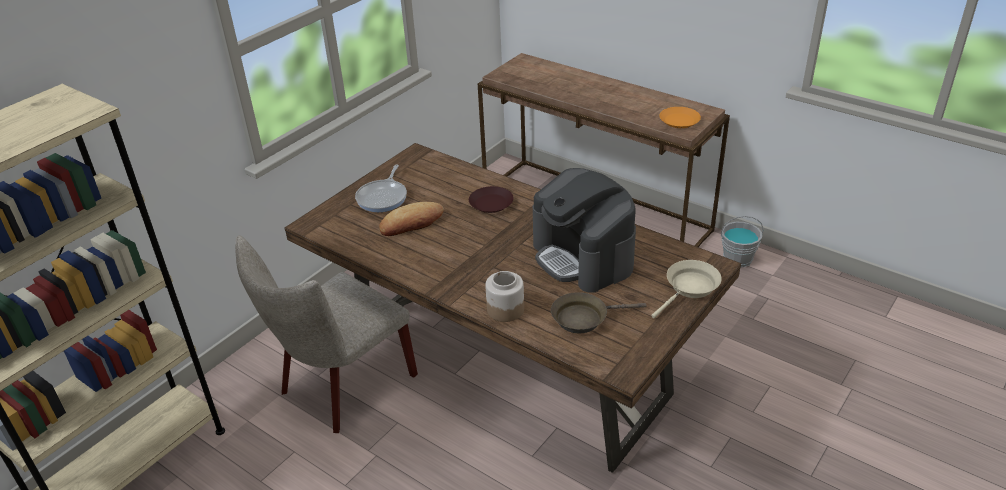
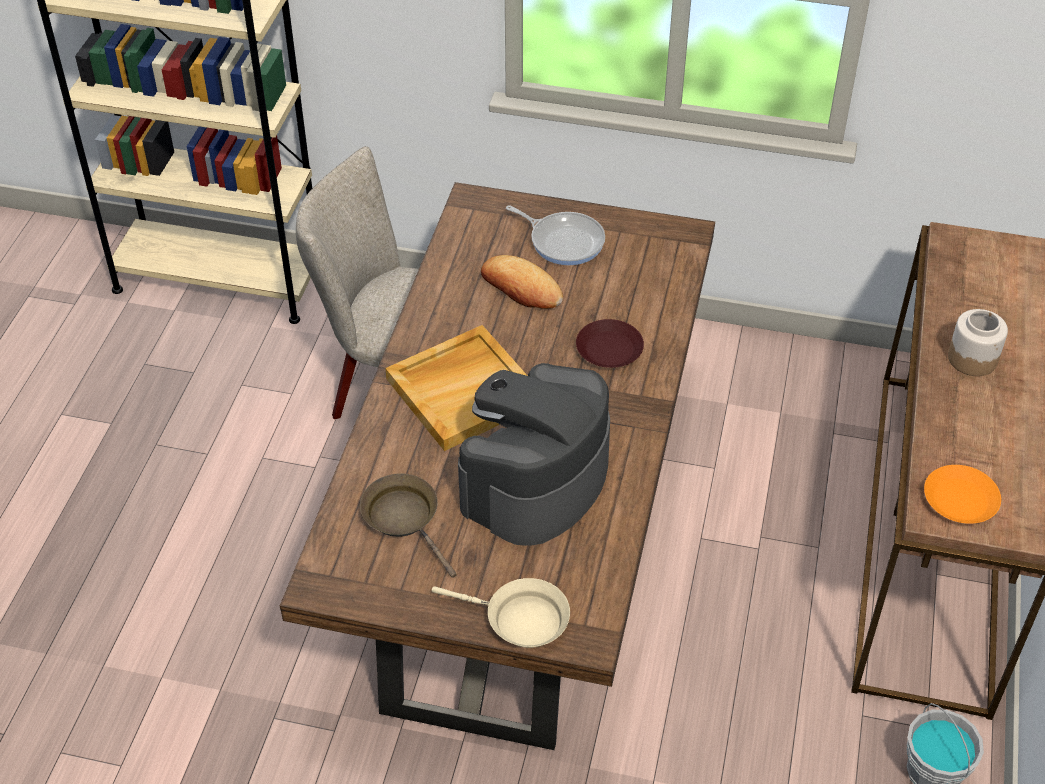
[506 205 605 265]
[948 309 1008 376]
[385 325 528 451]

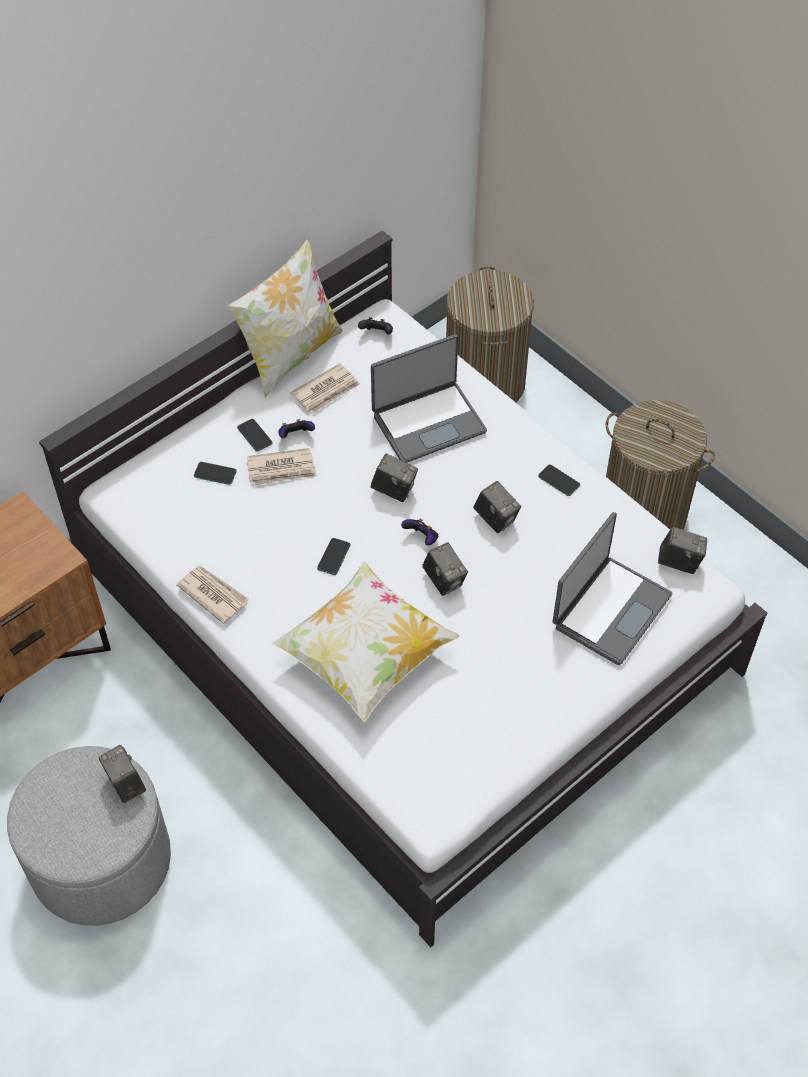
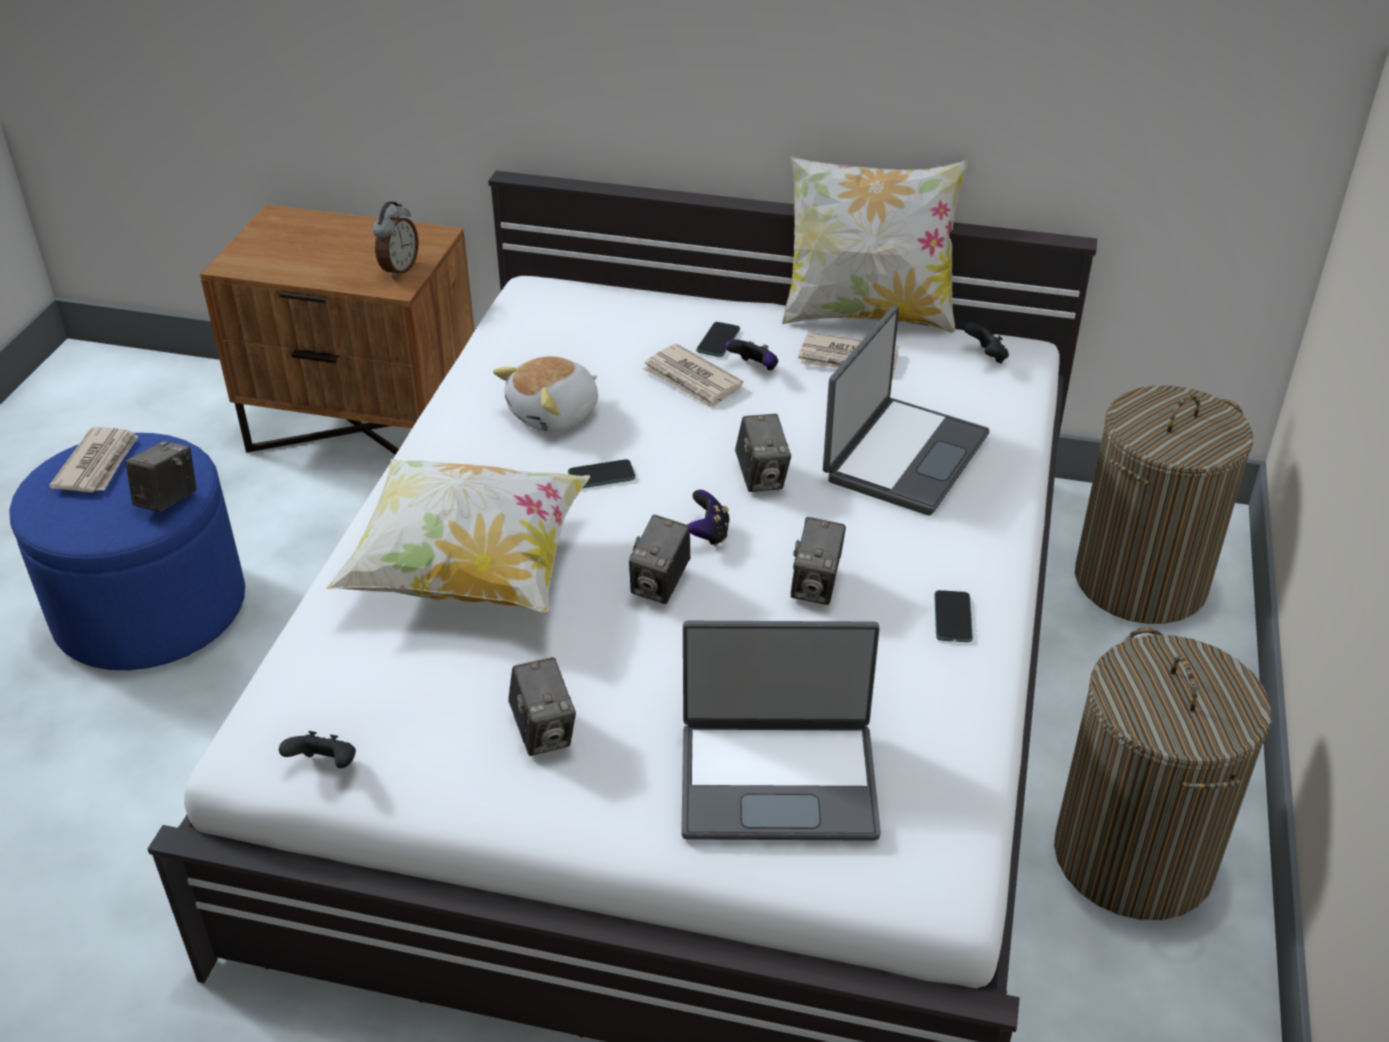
[823 306 990 516]
[194 462 237 485] (first image)
[508 657 576 756]
[49 427 139 493]
[9 433 245 670]
[373 201 419 278]
[493 356 598 432]
[279 731 356 768]

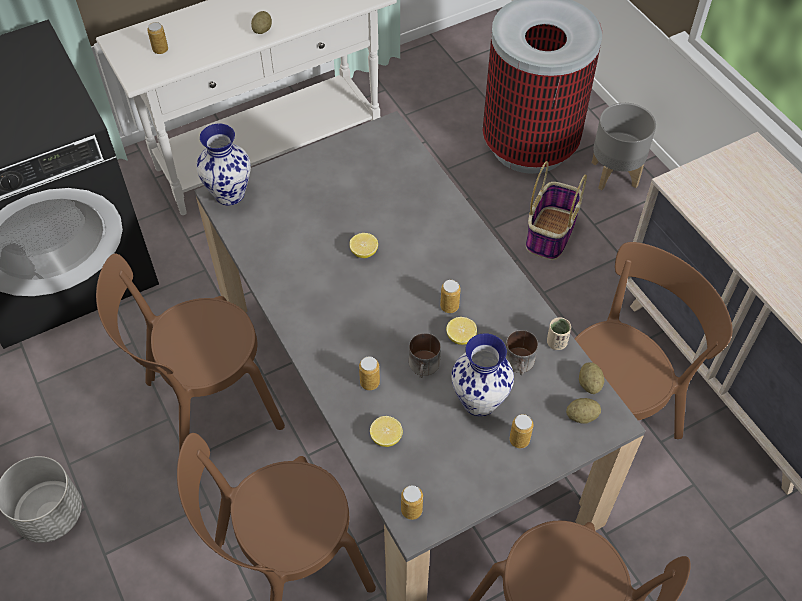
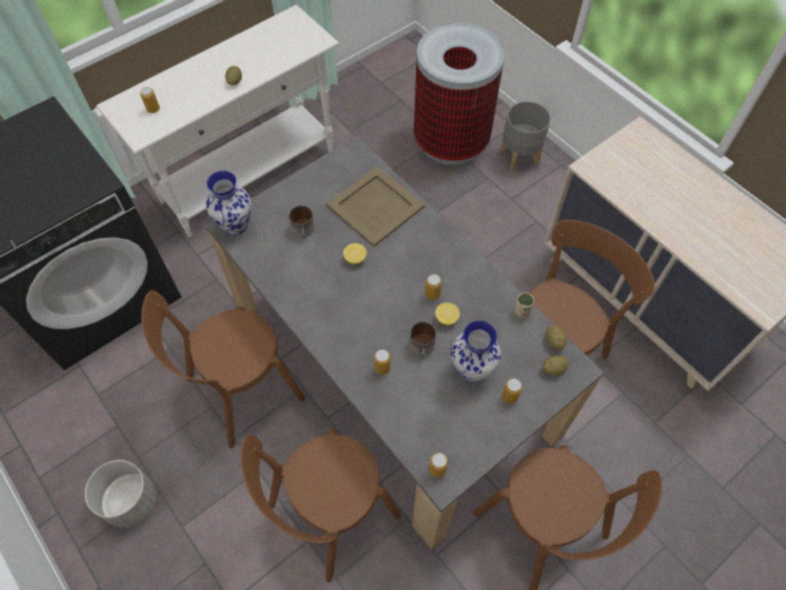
[526 161 587 260] (first image)
[289 206 315 238]
[370 416 403 447] (first image)
[326 166 425 247]

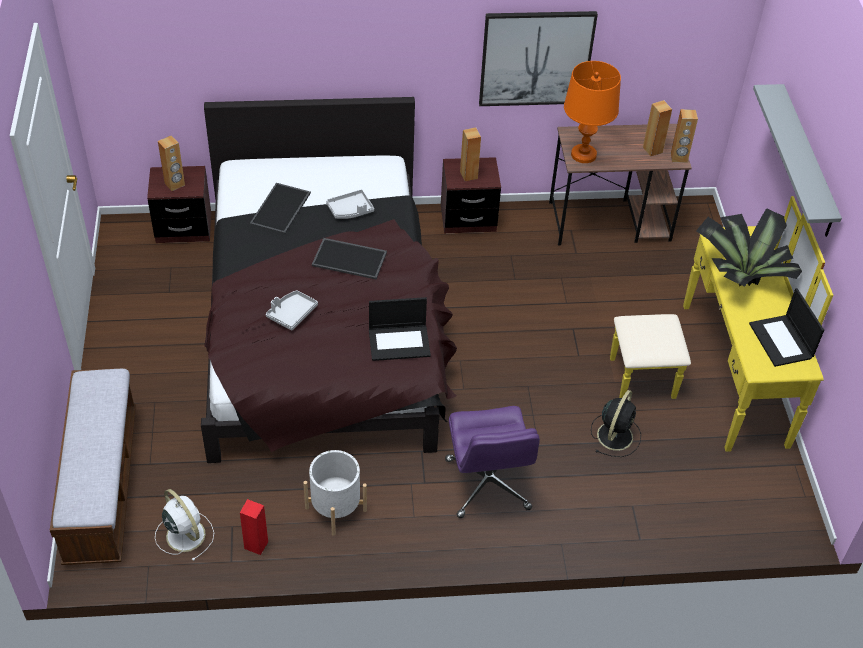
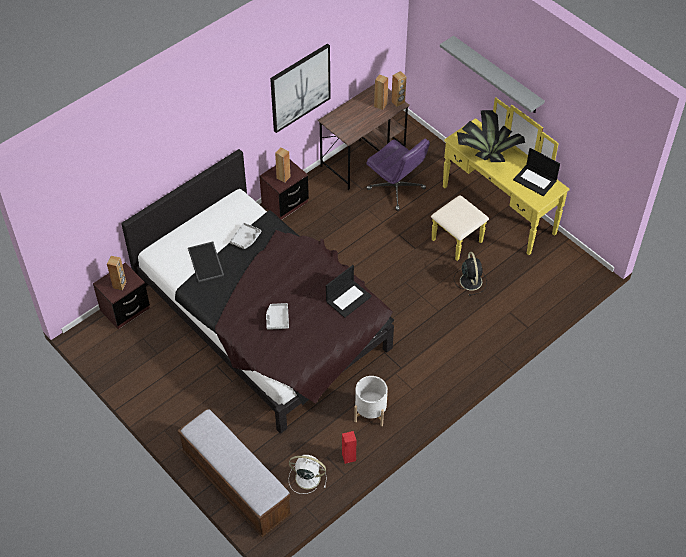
[564 61 621 163] (first image)
[312 238 387 279] (first image)
[366 139 430 211]

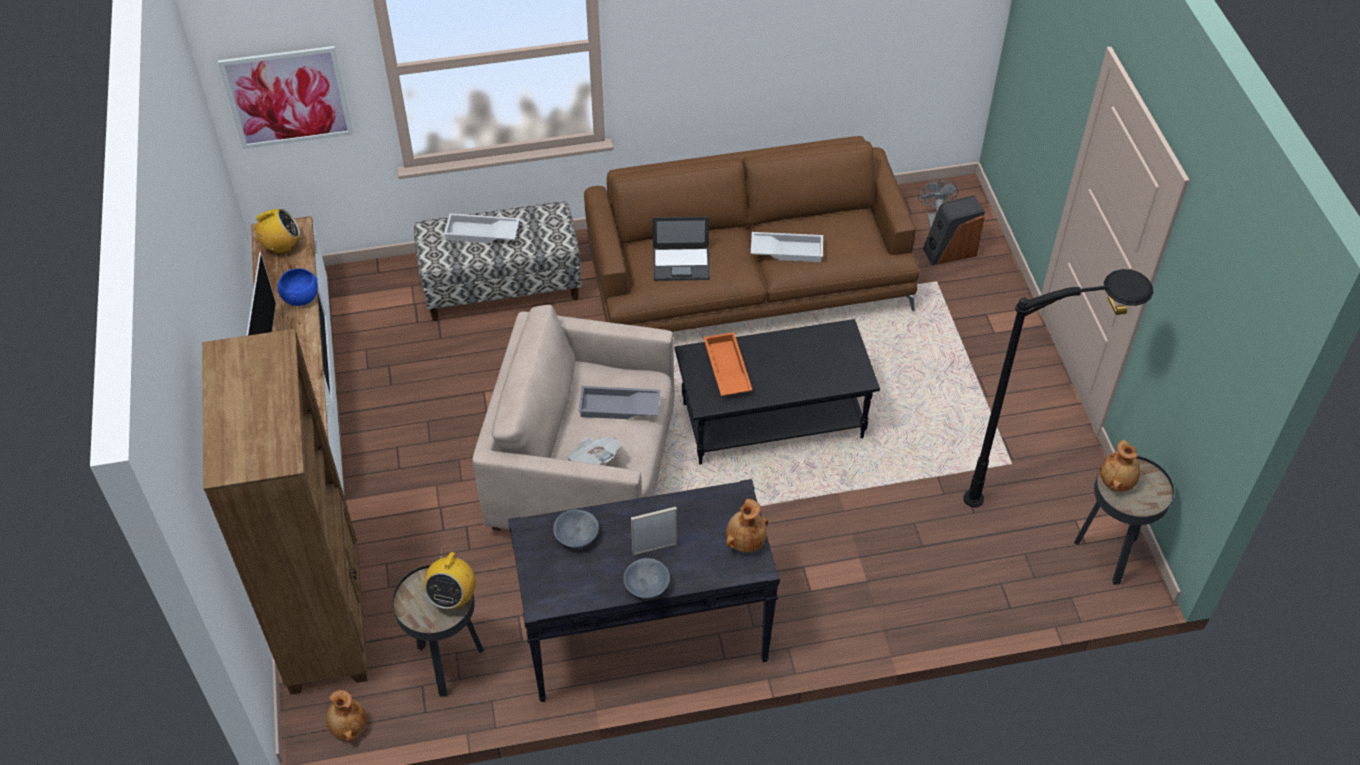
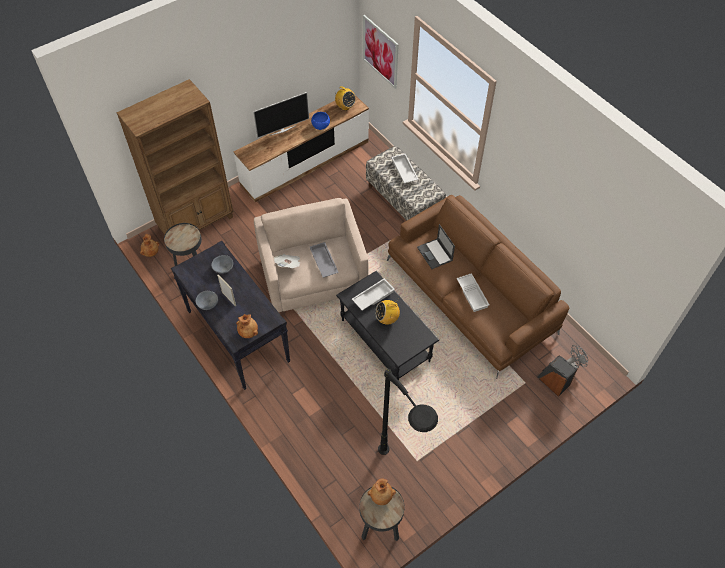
[352 278 395 310]
[375 300 400 325]

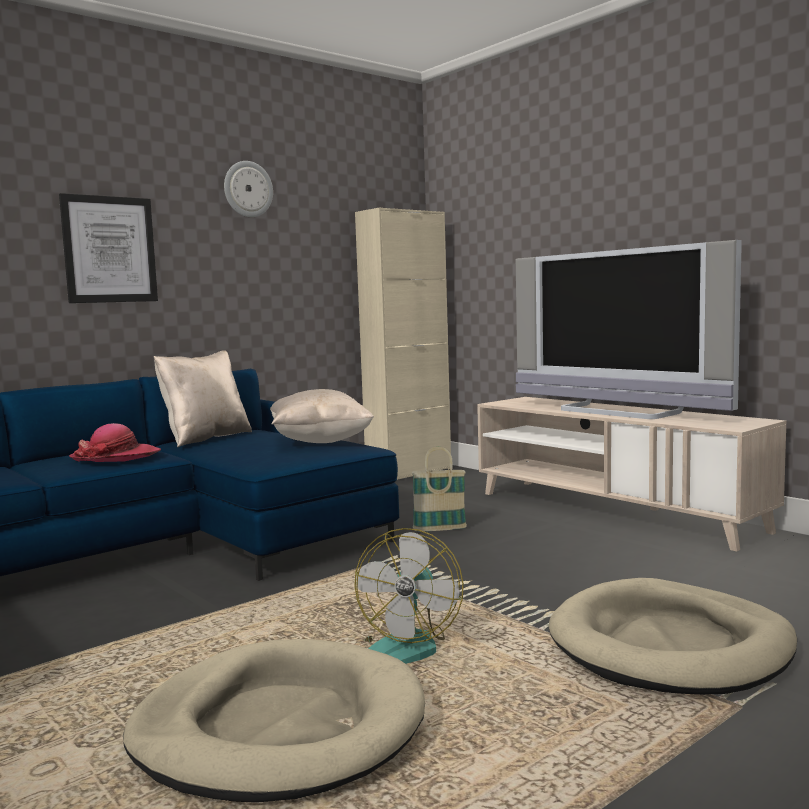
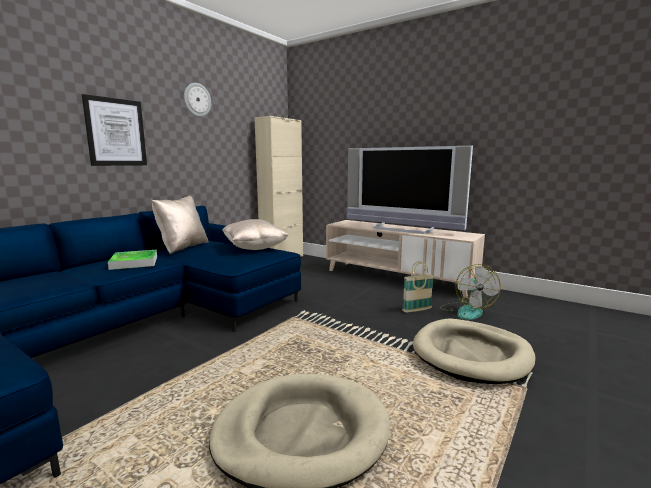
[108 250 157 270]
[402 261 434 313]
[440 264 501 320]

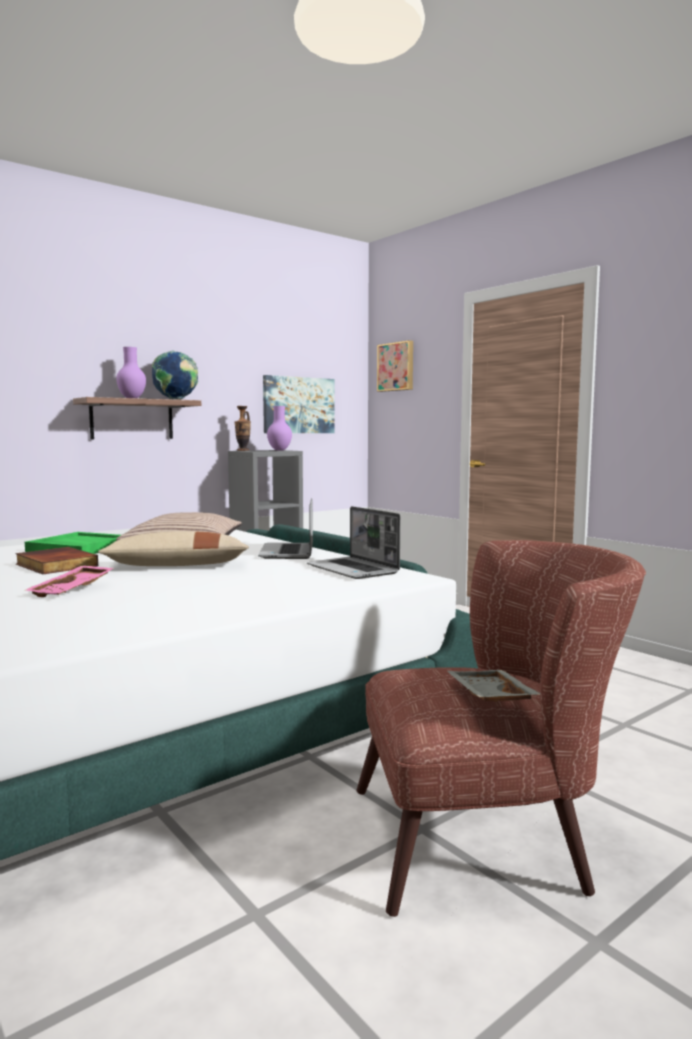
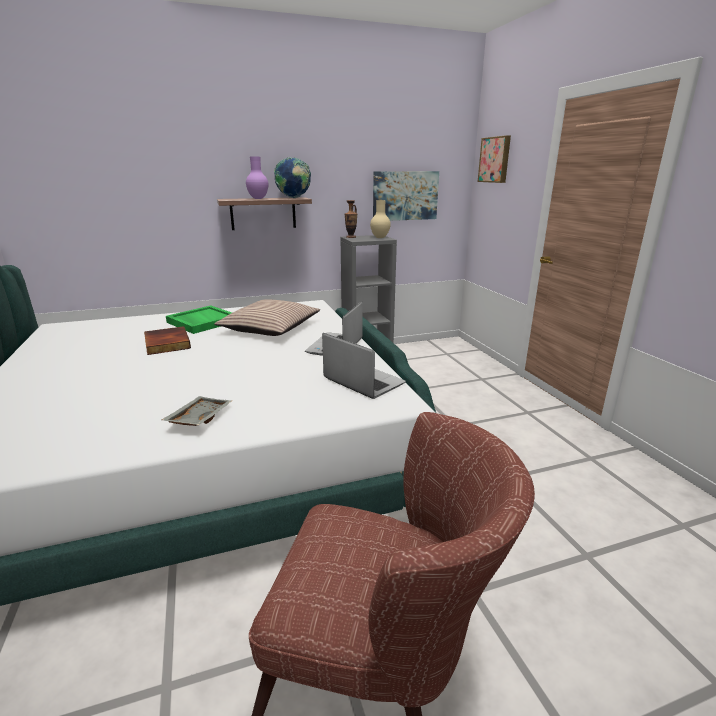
[370 200 391 238]
[322 333 406 399]
[98 531 249 566] (first image)
[26 566 114 597] (first image)
[162 396 232 426]

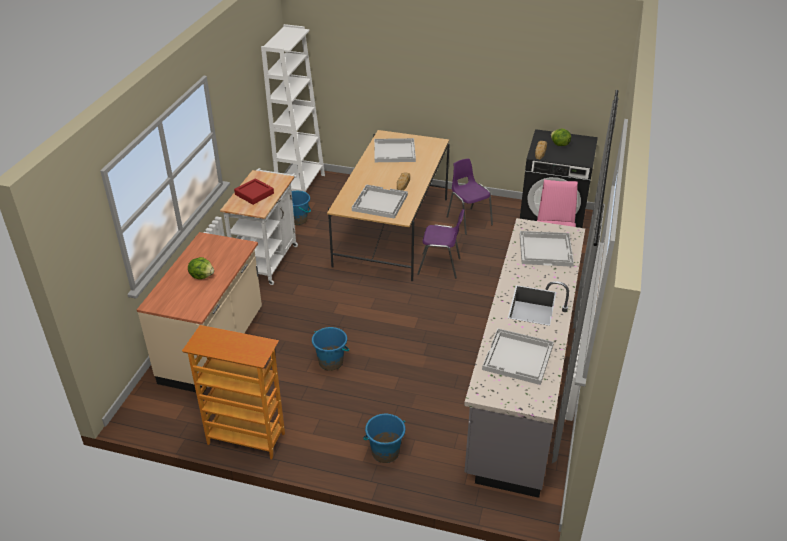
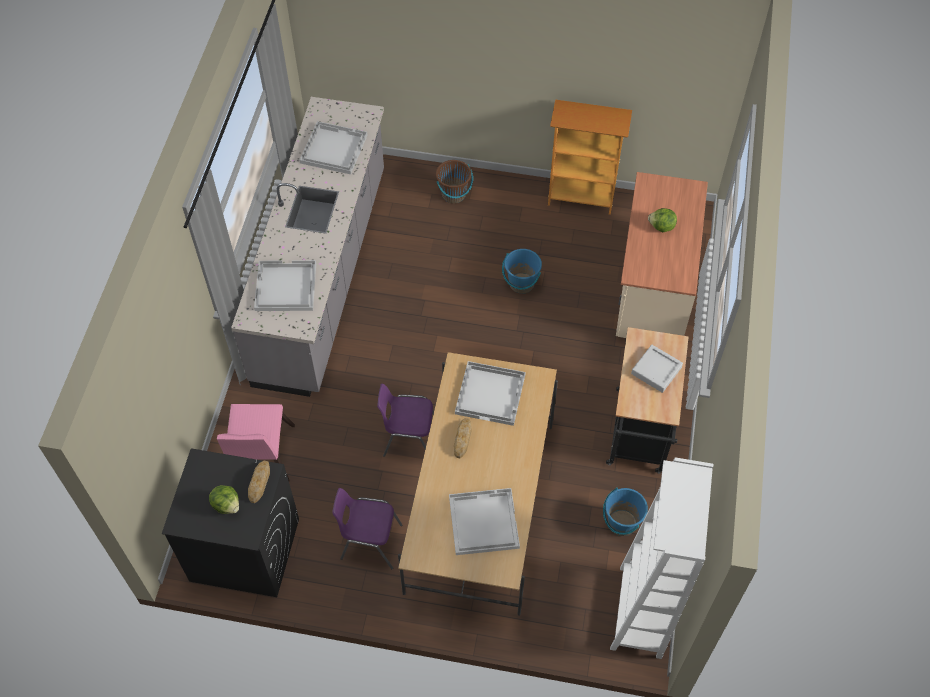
[332 488 402 569]
[606 327 689 474]
[631 345 683 393]
[436 160 473 203]

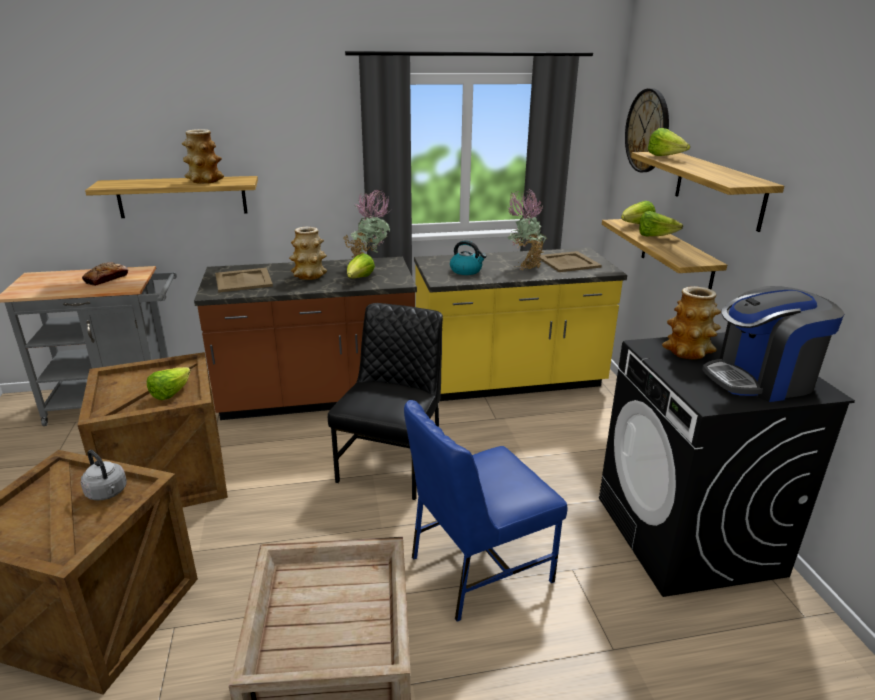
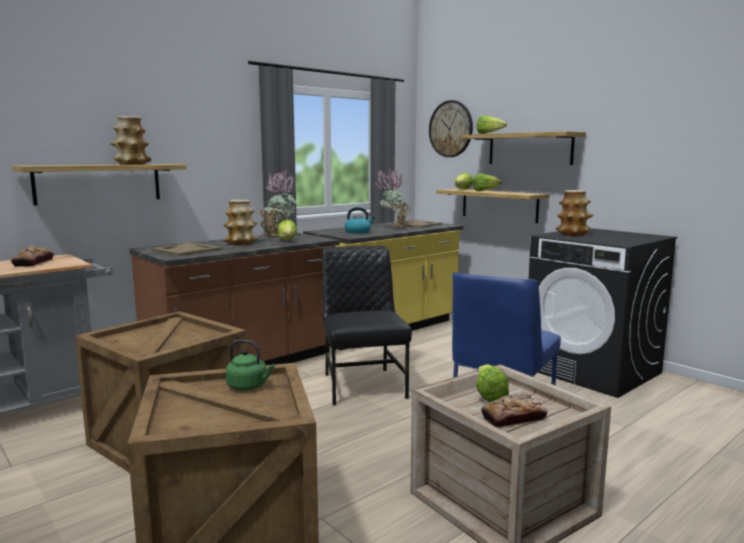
[702 286 844 402] (first image)
[476 364 509 402]
[226 339 275 390]
[481 394 548 427]

